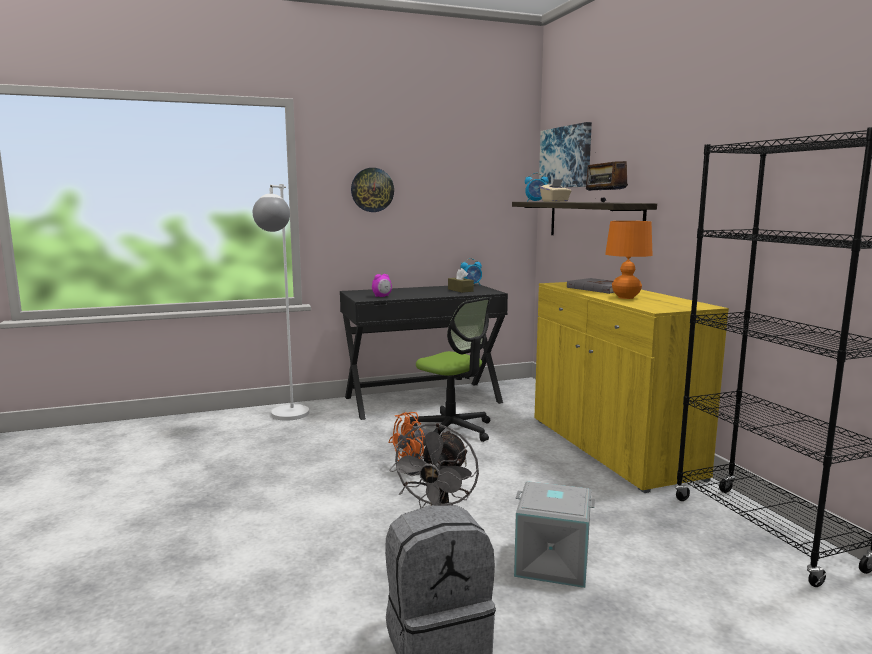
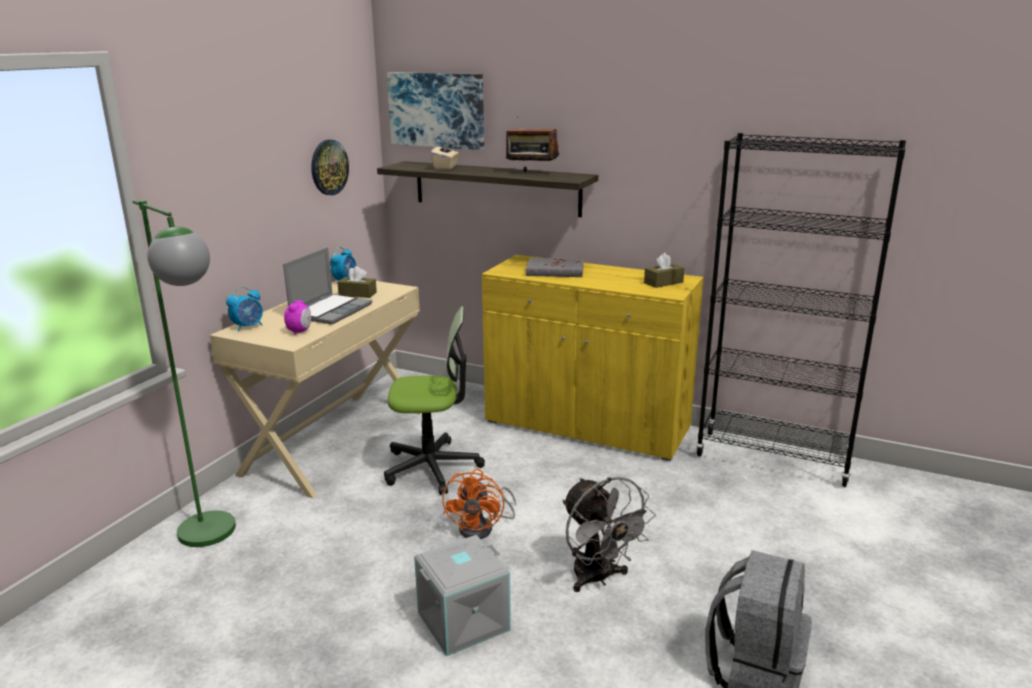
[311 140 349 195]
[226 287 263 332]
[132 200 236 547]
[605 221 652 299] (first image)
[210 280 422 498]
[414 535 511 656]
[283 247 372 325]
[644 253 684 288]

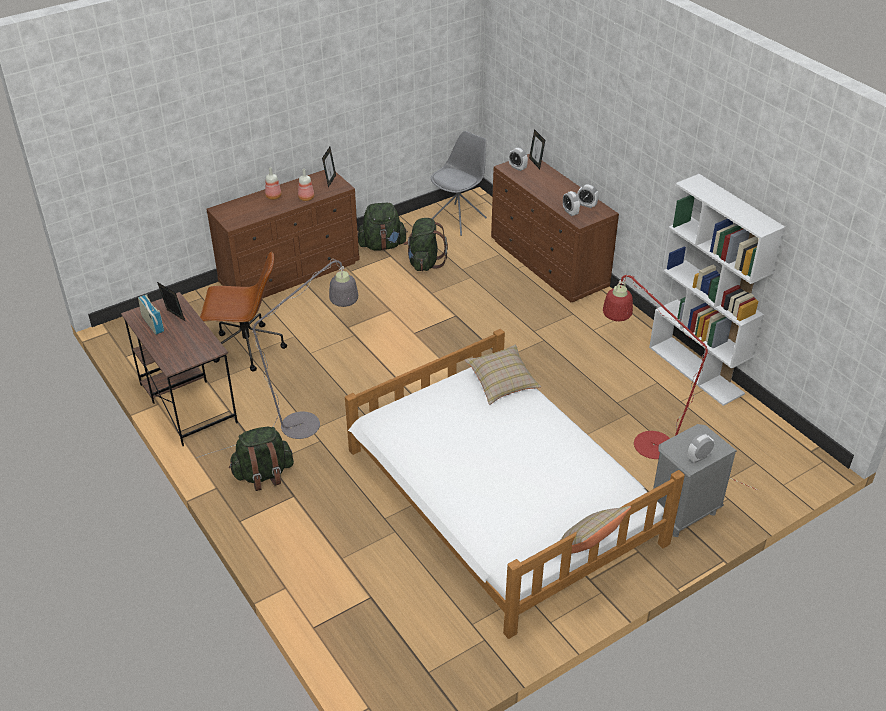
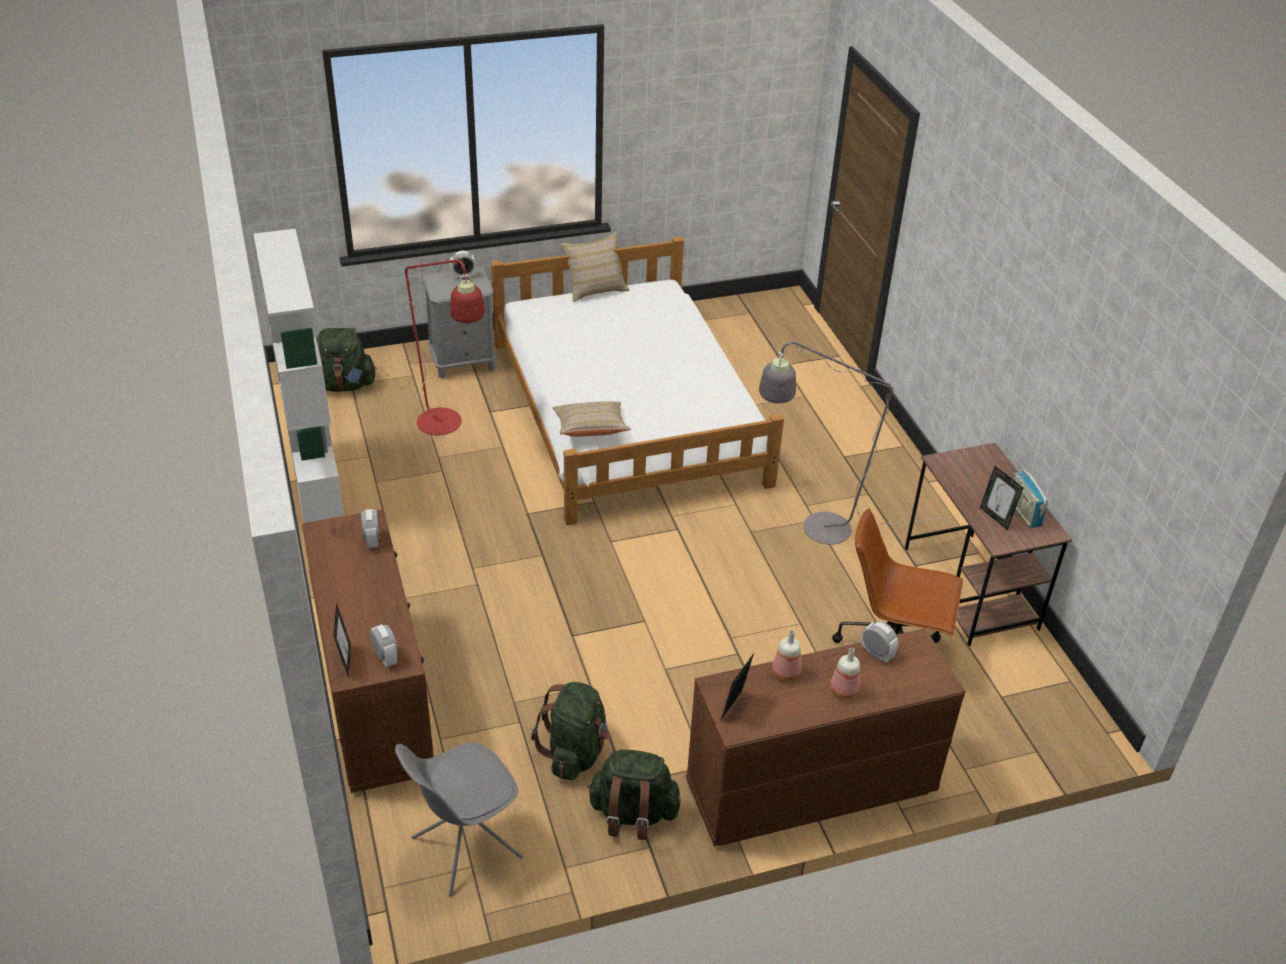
[862 622 898 662]
[317 328 377 392]

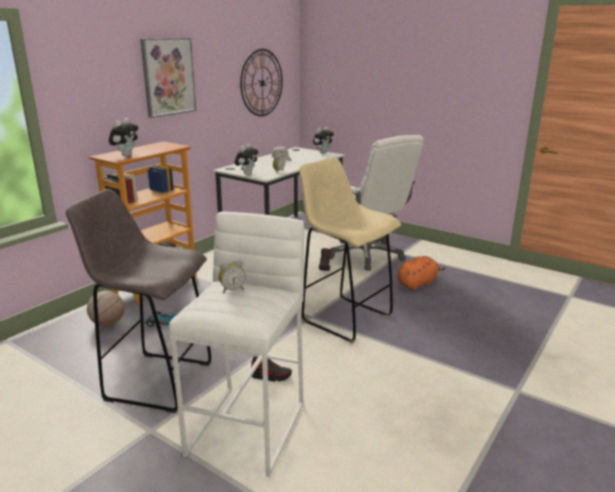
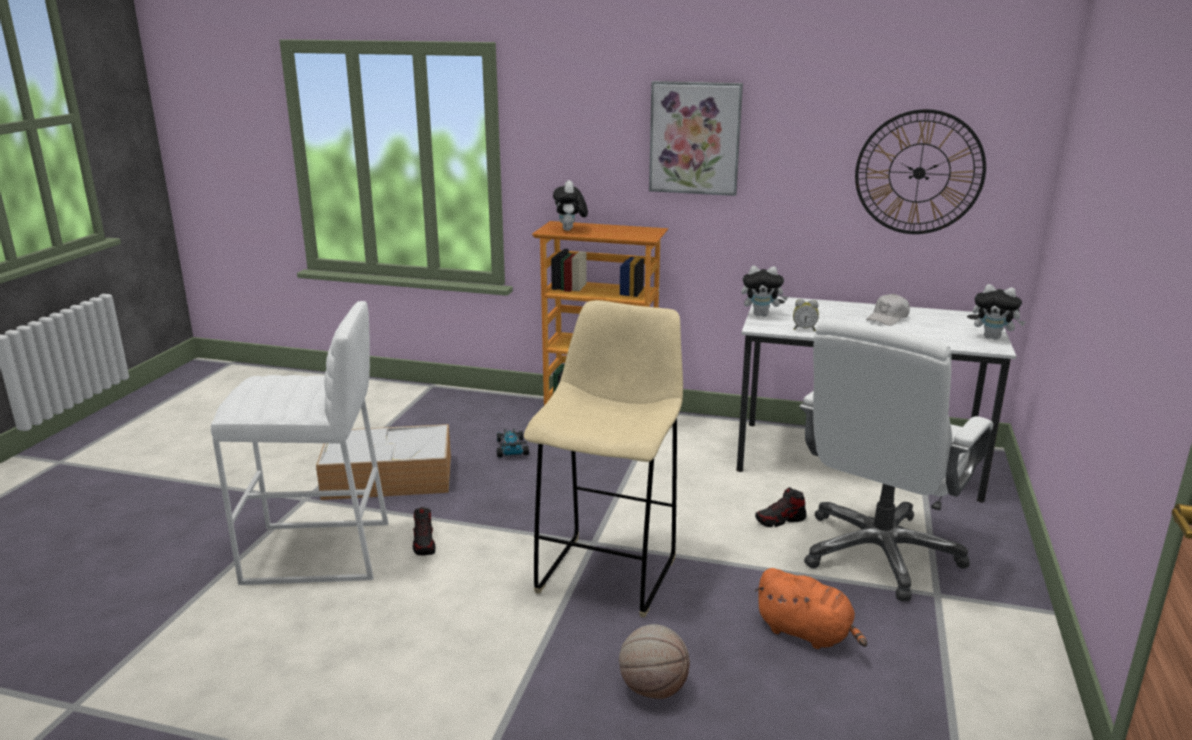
[553 180 588 231]
[316 424 451 500]
[218 259 246 294] (first image)
[619 624 690 699]

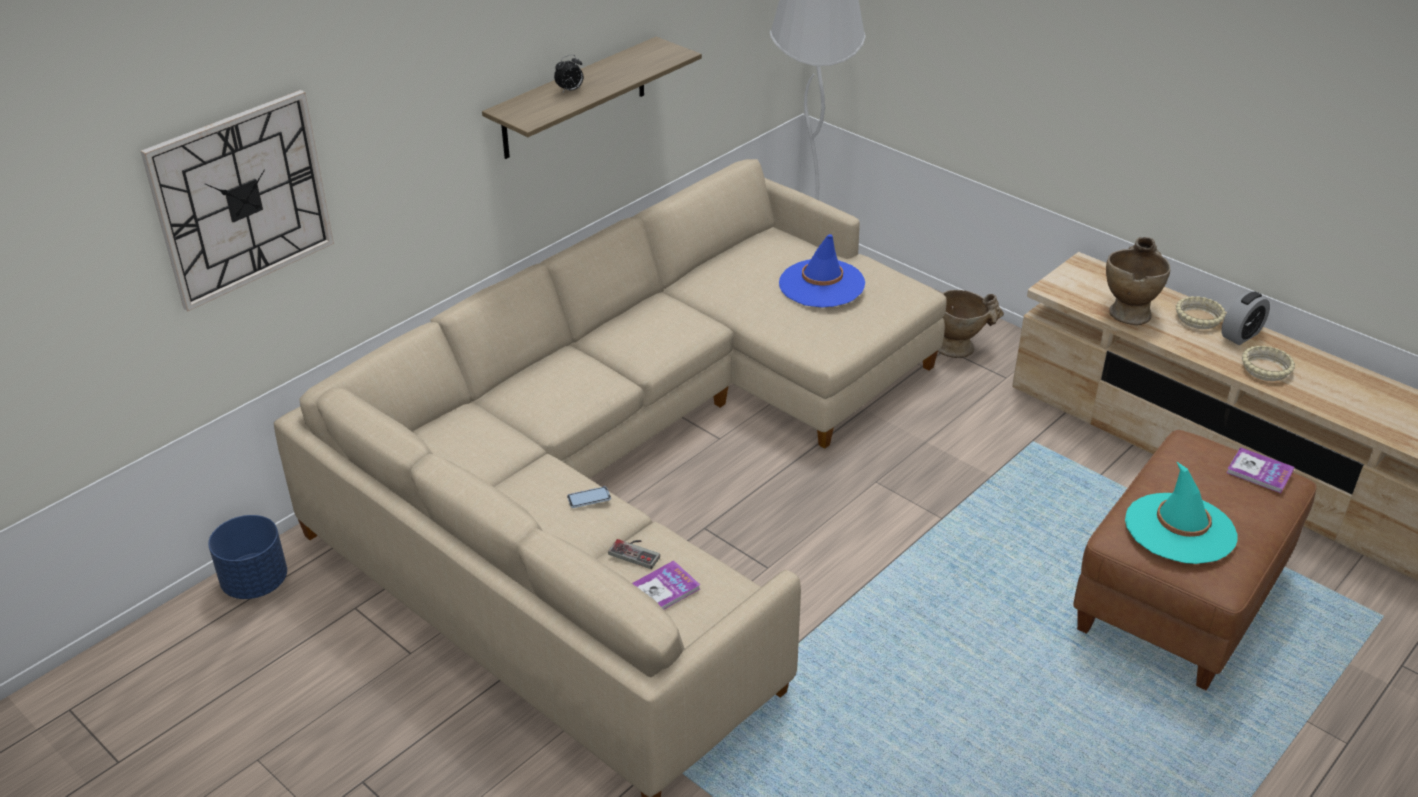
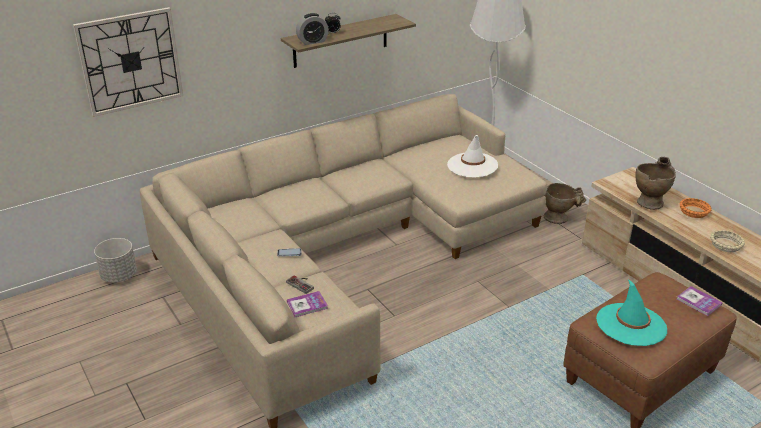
[447 135 498 178]
[296 13 329 45]
[679 198 711 218]
[94 238 137 283]

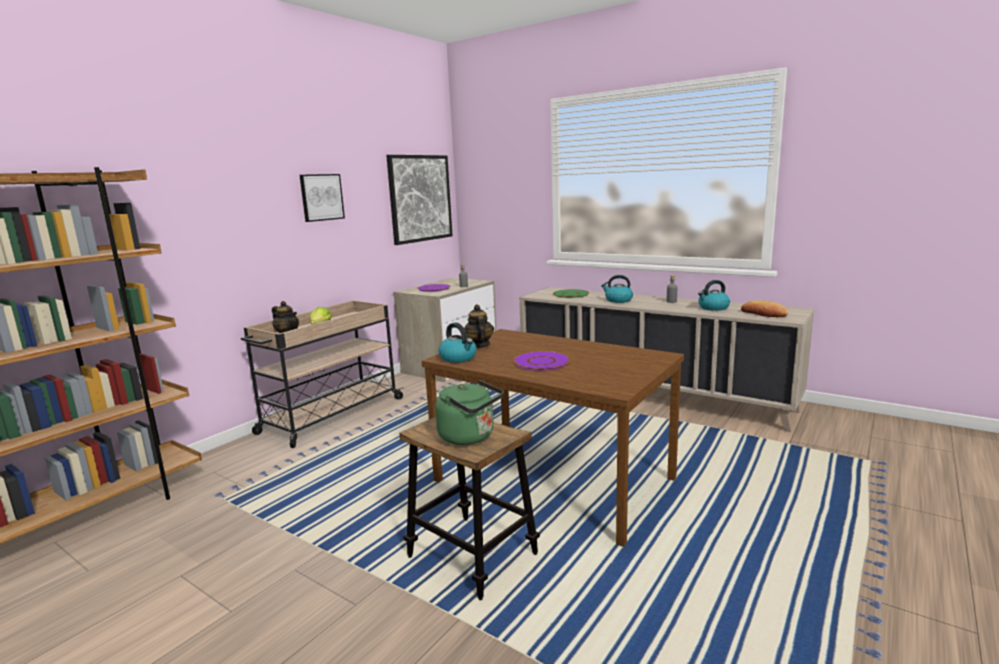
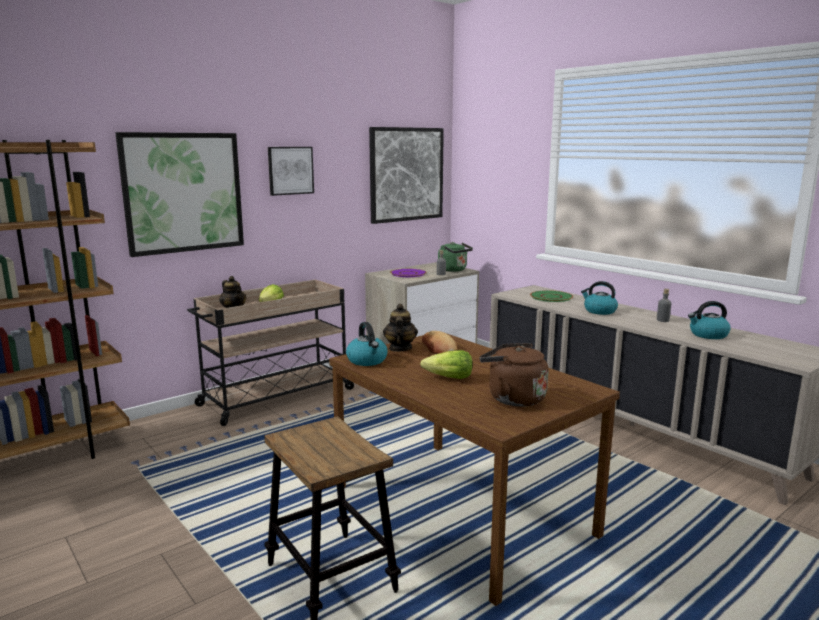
[422 331 457 354]
[420 350 473 379]
[438 242 473 272]
[115 132 244 257]
[479 343 548 407]

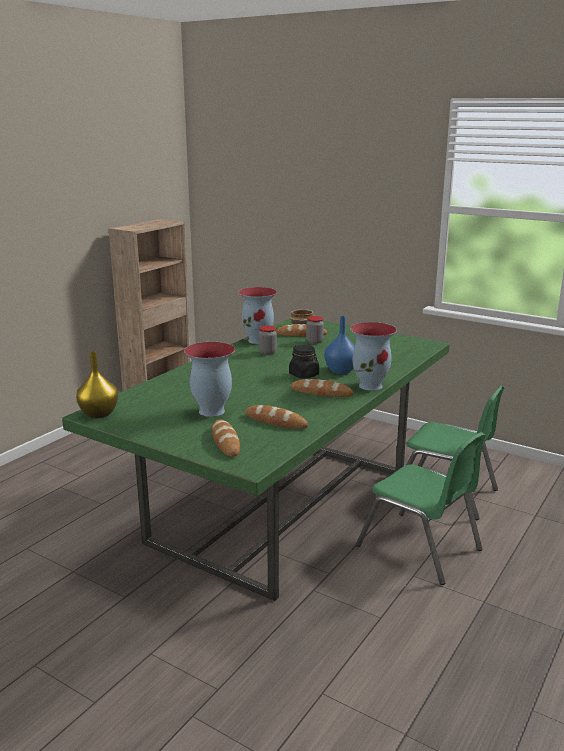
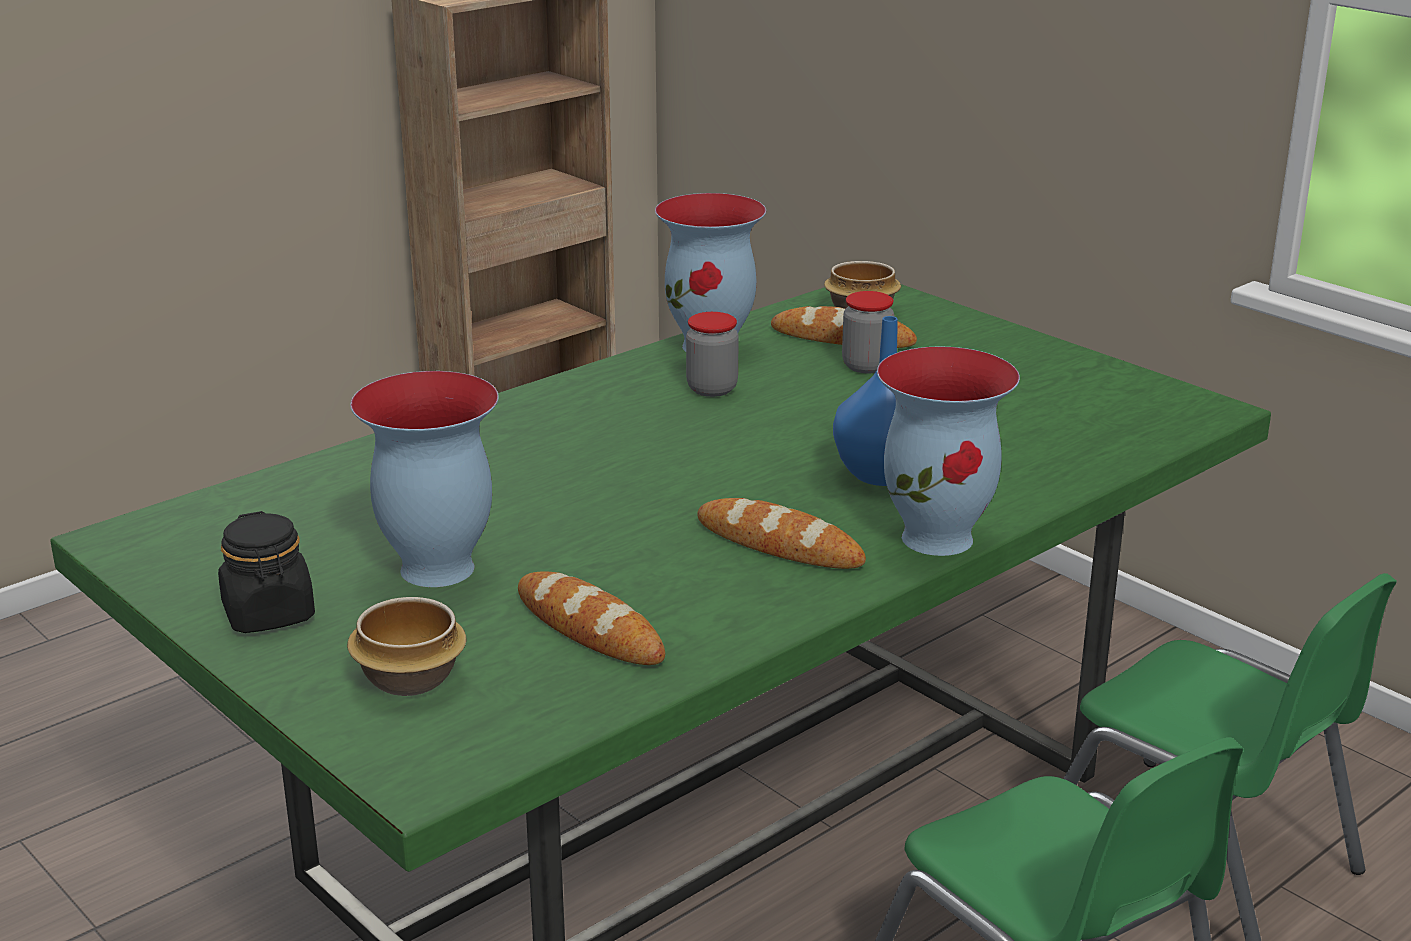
[218 511 315 633]
[76 351 118 418] (first image)
[347 597 466 696]

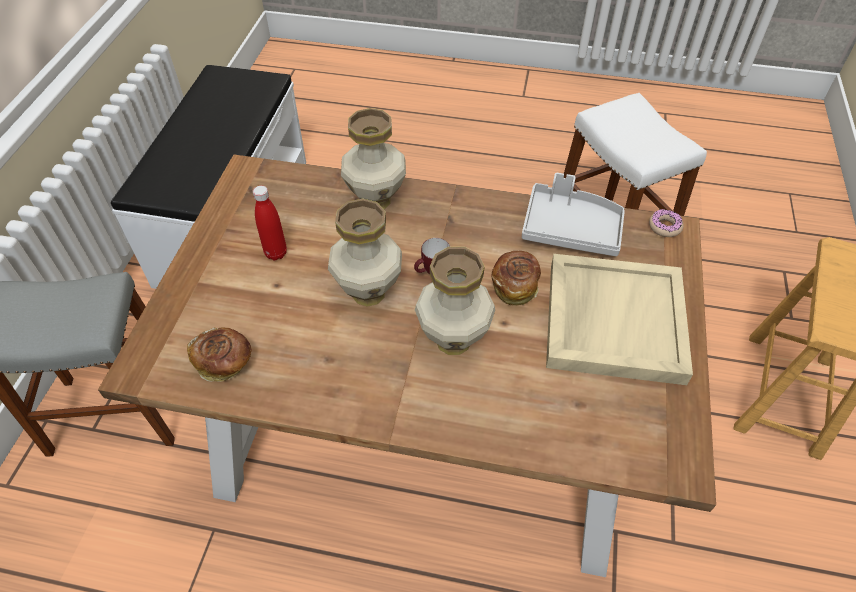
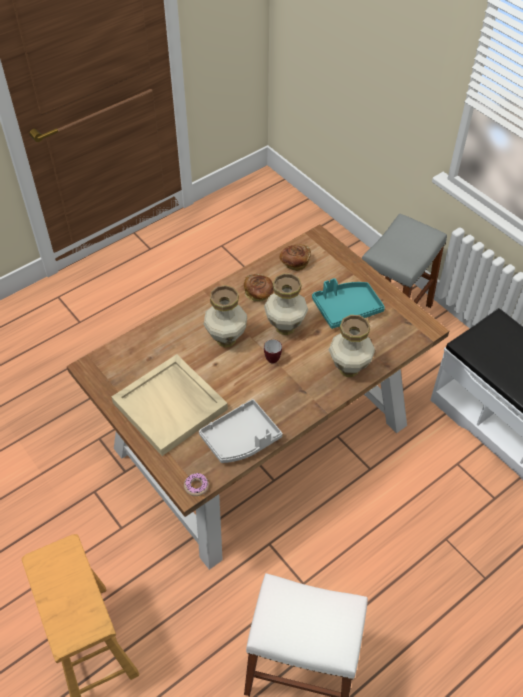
[312 278 385 329]
[244 274 274 302]

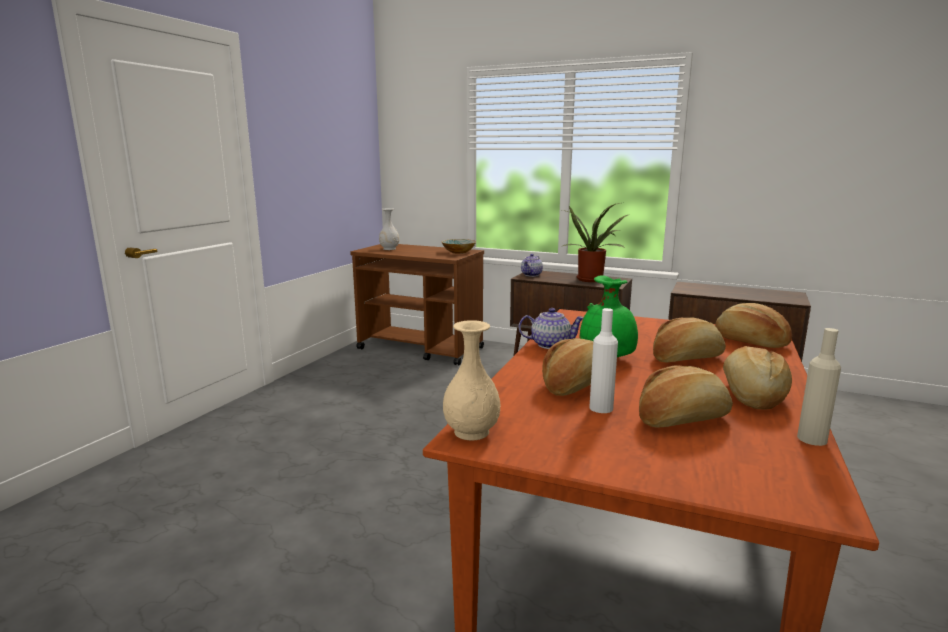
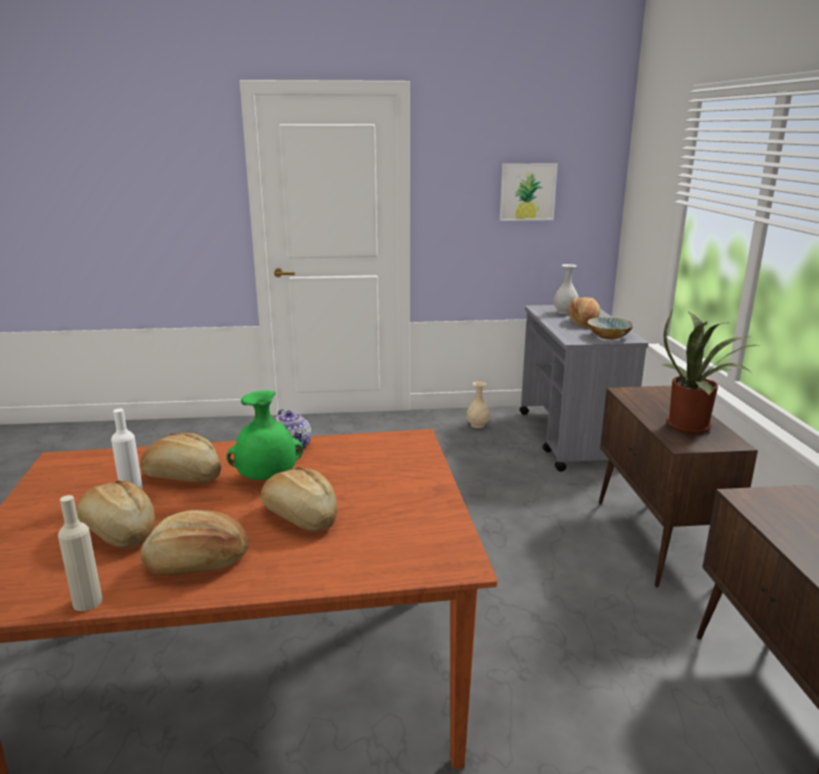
[519 305 648 472]
[521 254 543 277] (first image)
[568 297 600 327]
[467 381 490 428]
[500 164 558 221]

